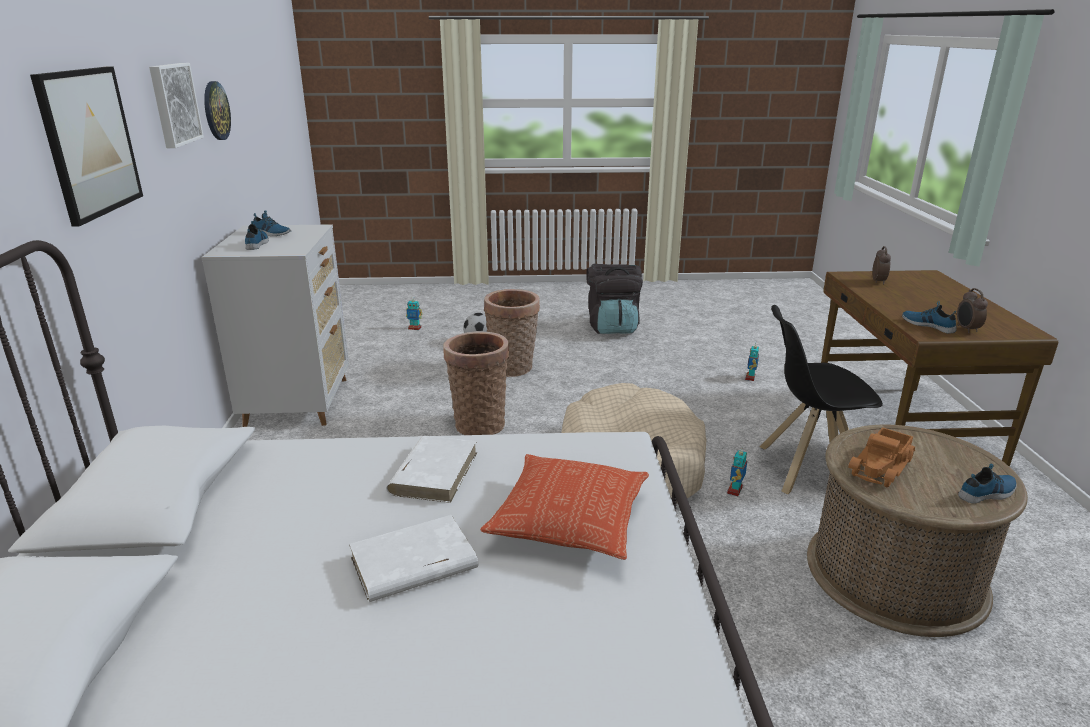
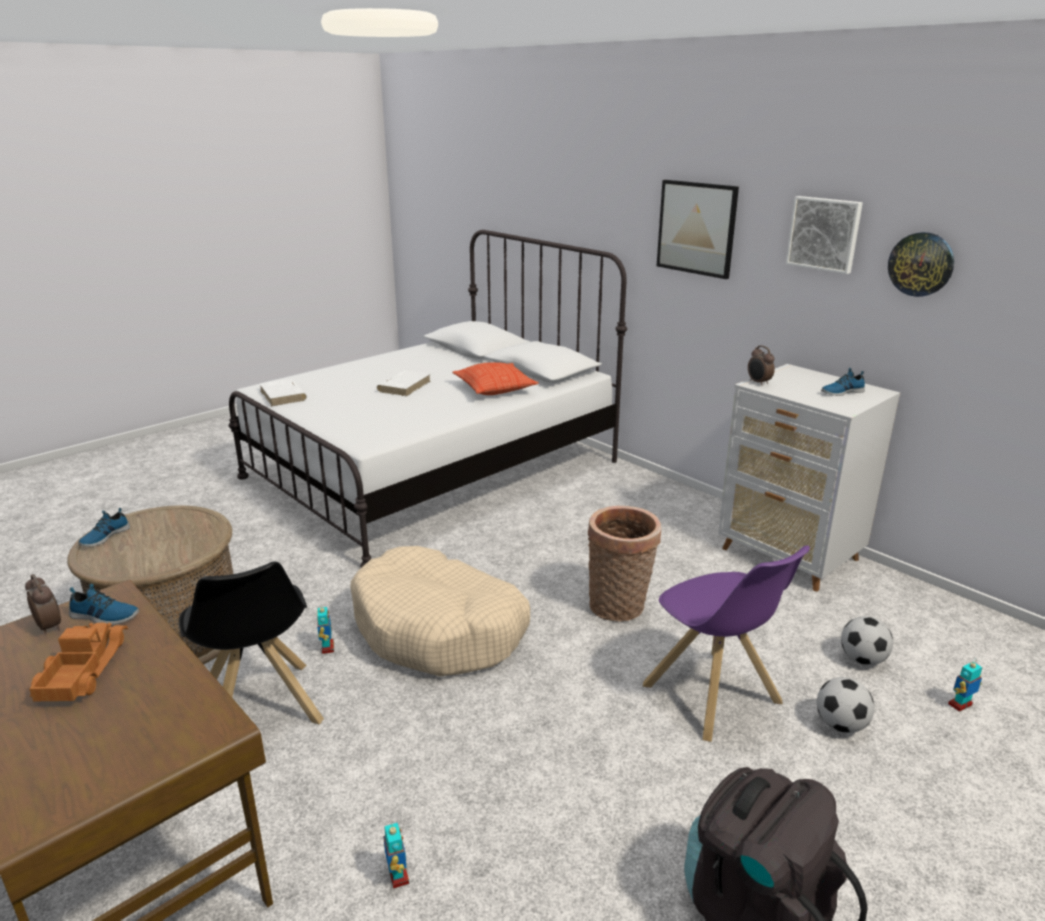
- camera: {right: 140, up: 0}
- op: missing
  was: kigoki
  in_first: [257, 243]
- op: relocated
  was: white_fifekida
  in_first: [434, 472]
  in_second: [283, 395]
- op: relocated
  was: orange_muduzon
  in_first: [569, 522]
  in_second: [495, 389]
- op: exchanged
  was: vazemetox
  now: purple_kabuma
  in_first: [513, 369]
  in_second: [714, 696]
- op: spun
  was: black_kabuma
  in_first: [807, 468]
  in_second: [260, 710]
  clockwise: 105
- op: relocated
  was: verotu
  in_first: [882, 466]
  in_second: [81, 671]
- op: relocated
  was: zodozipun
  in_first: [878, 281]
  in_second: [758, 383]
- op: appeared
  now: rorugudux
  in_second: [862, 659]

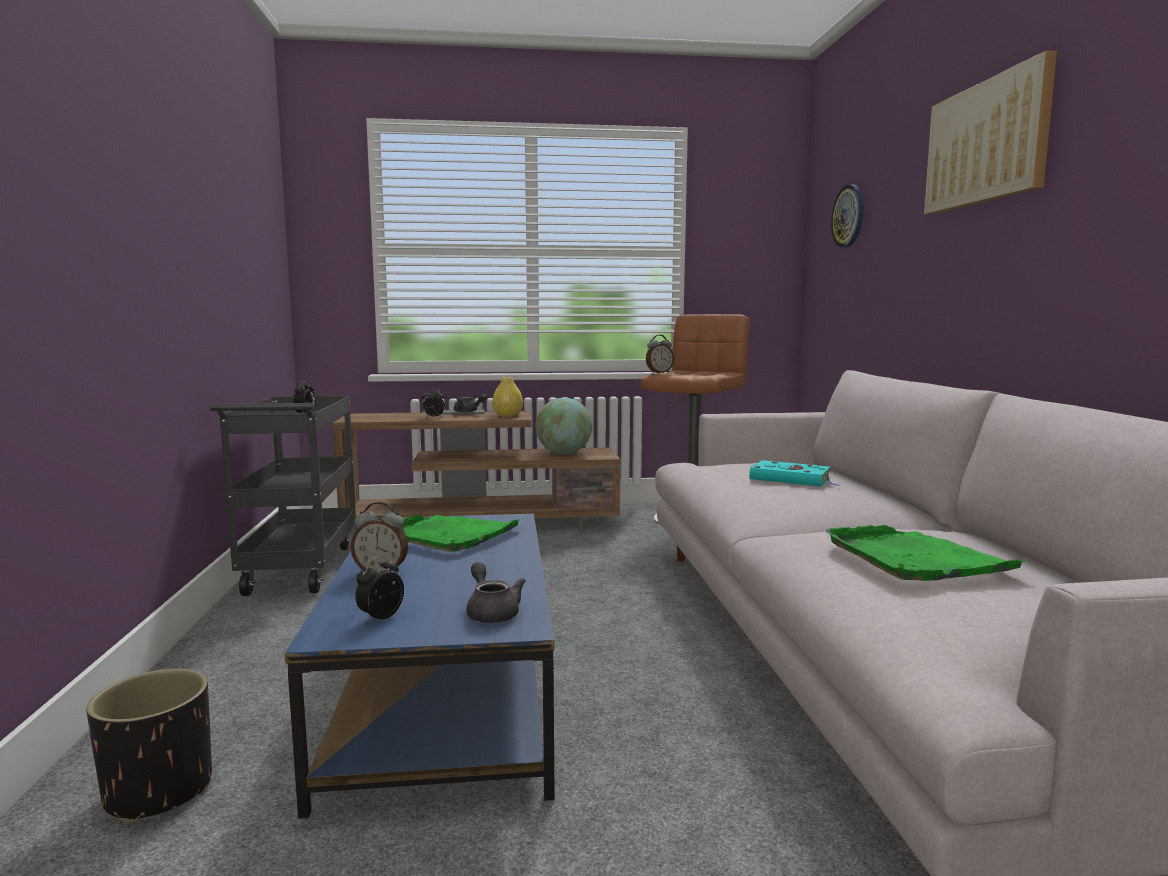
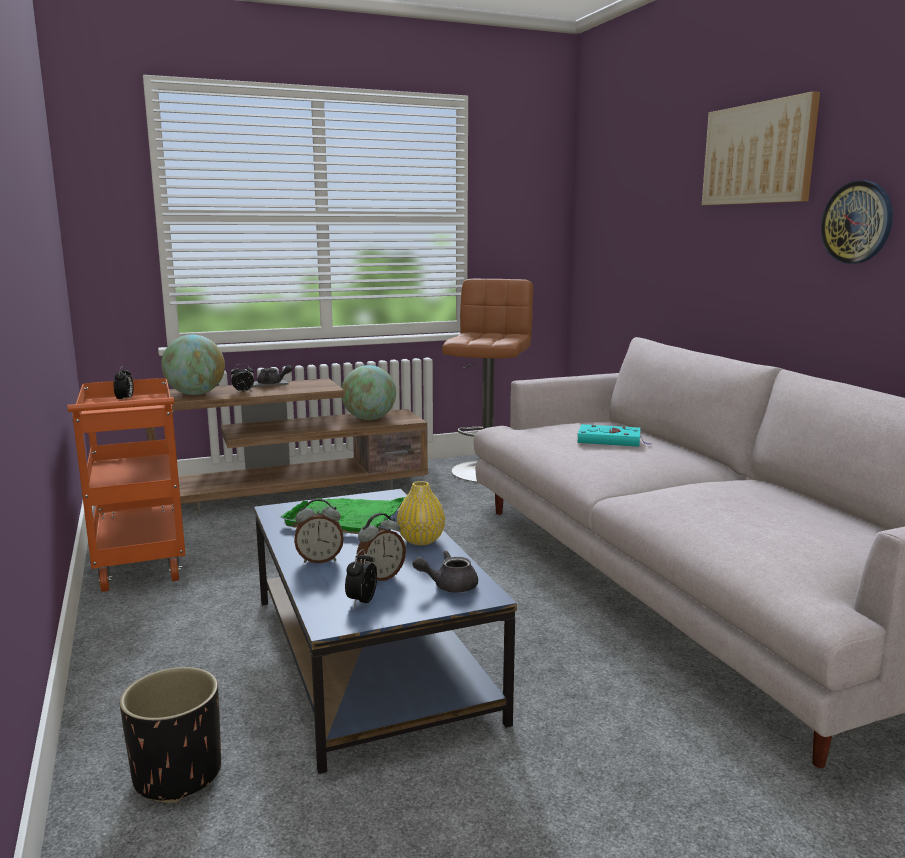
- camera: {right: -15, up: 5}
- op: colour
  was: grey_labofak
  now: orange_labofak
  in_first: [300, 571]
  in_second: [141, 560]
- op: spun
  was: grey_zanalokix
  in_first: [491, 612]
  in_second: [449, 586]
  clockwise: -60
- op: relocated
  was: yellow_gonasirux
  in_first: [507, 415]
  in_second: [421, 540]
- op: relocated
  was: zodozipun
  in_first: [659, 373]
  in_second: [380, 577]
- op: missing
  was: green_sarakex
  in_first: [915, 559]
- op: relocated
  was: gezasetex
  in_first: [848, 216]
  in_second: [857, 222]
- op: appeared
  now: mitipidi
  in_second: [196, 394]

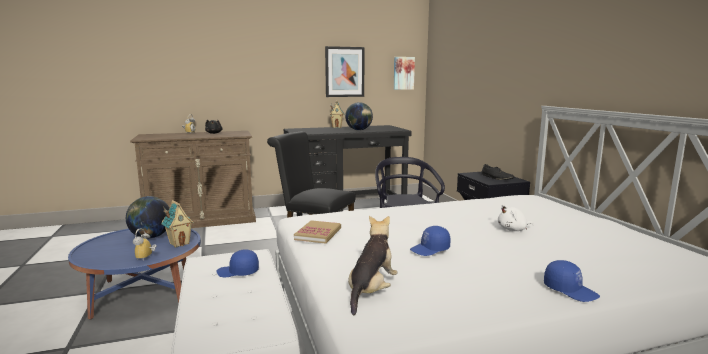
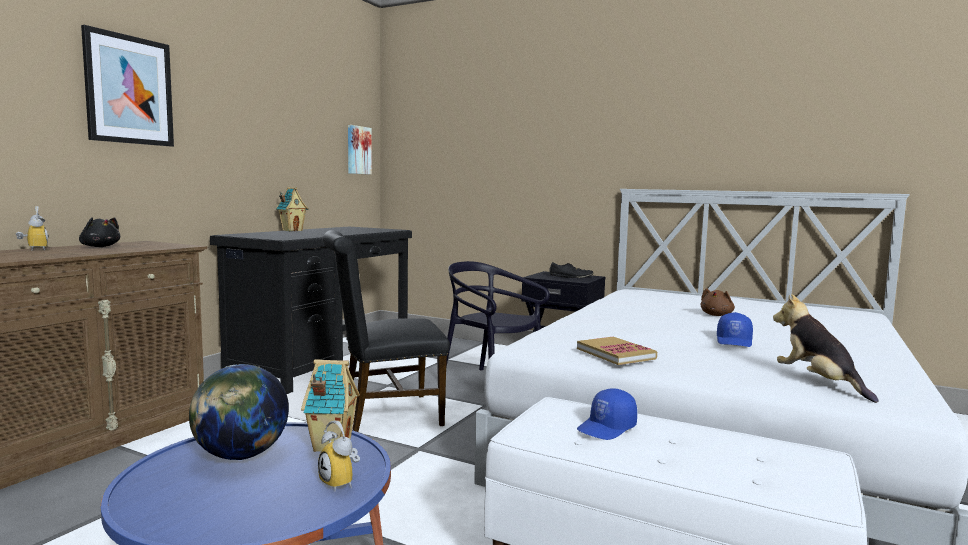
- camera: {right: -45, up: -5}
- op: relocated
  was: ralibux
  in_first: [344, 72]
  in_second: [129, 90]
- op: missing
  was: mitipidi
  in_first: [359, 130]
- op: colour
  was: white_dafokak
  now: brown_dafokak
  in_first: [513, 230]
  in_second: [716, 315]
- op: missing
  was: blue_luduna
  in_first: [570, 290]

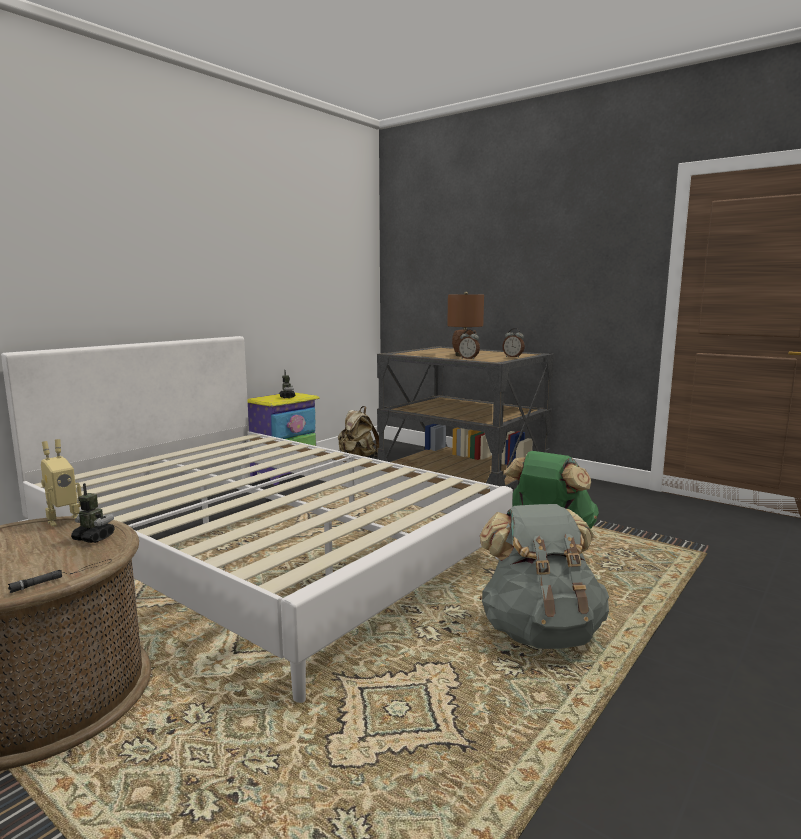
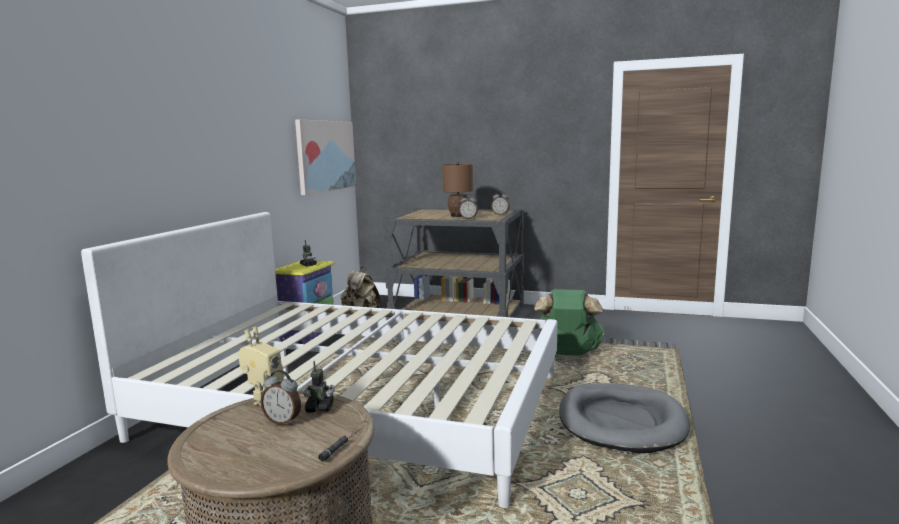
- camera: {right: -20, up: 0}
- op: exchanged
  was: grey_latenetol
  now: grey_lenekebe
  in_first: [540, 631]
  in_second: [621, 422]
- op: appeared
  now: zodozipun
  in_second: [283, 421]
- op: appeared
  now: ralibux
  in_second: [325, 156]

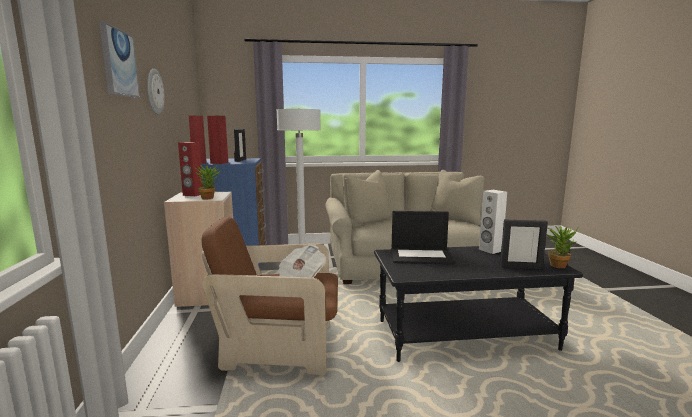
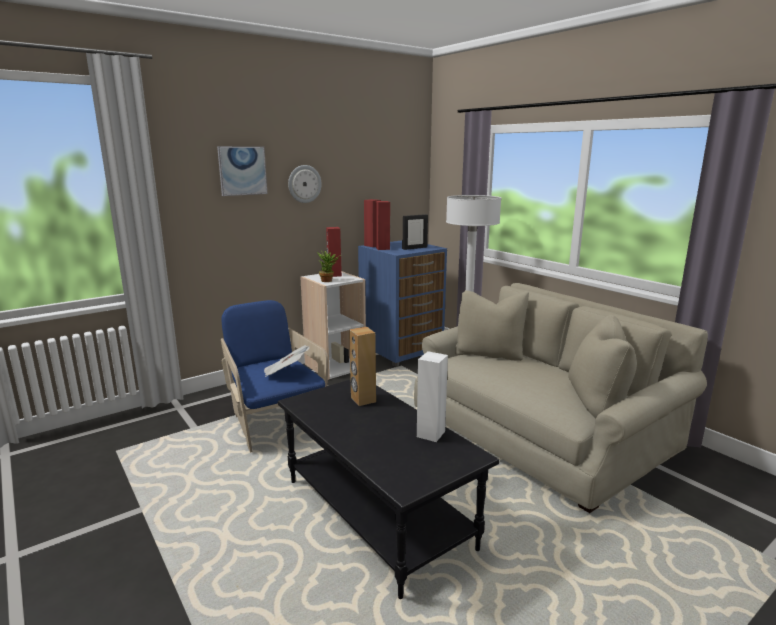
- camera: {right: 60, up: 5}
- op: colour
  was: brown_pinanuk
  now: blue_pinanuk
  in_first: [280, 349]
  in_second: [275, 423]
- op: exchanged
  was: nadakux
  now: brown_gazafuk
  in_first: [421, 256]
  in_second: [363, 400]
- op: missing
  was: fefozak
  in_first: [520, 267]
- op: missing
  was: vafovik
  in_first: [558, 265]

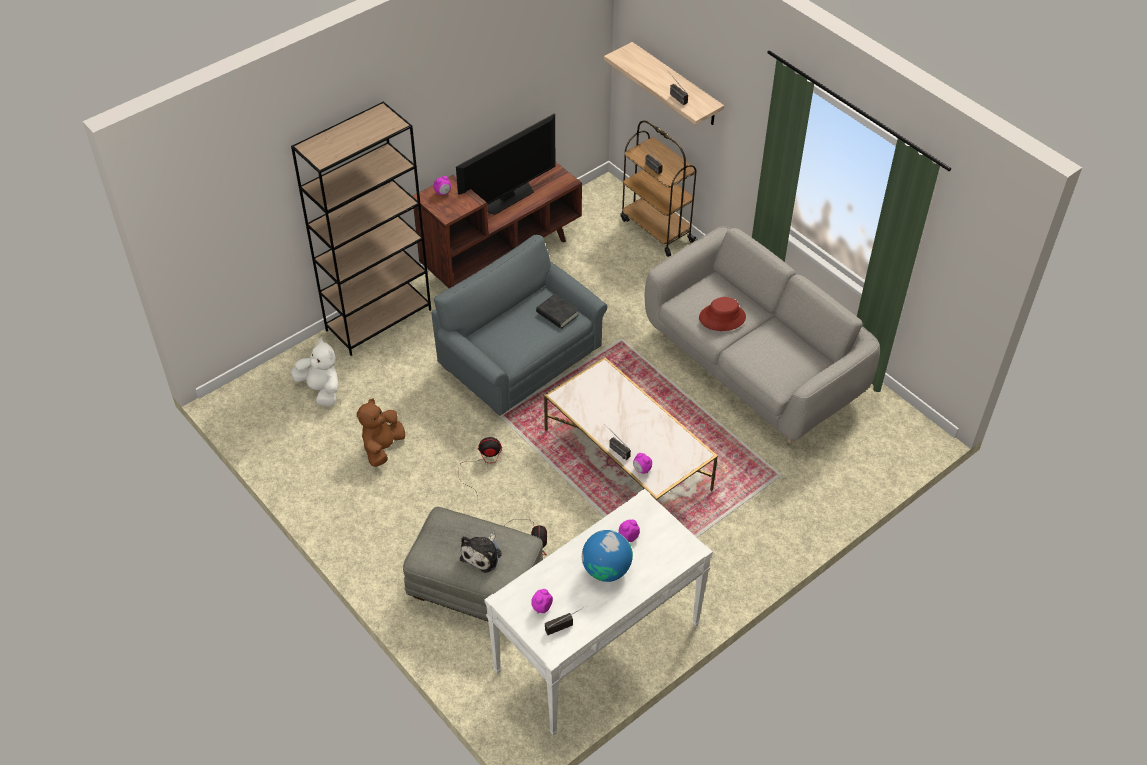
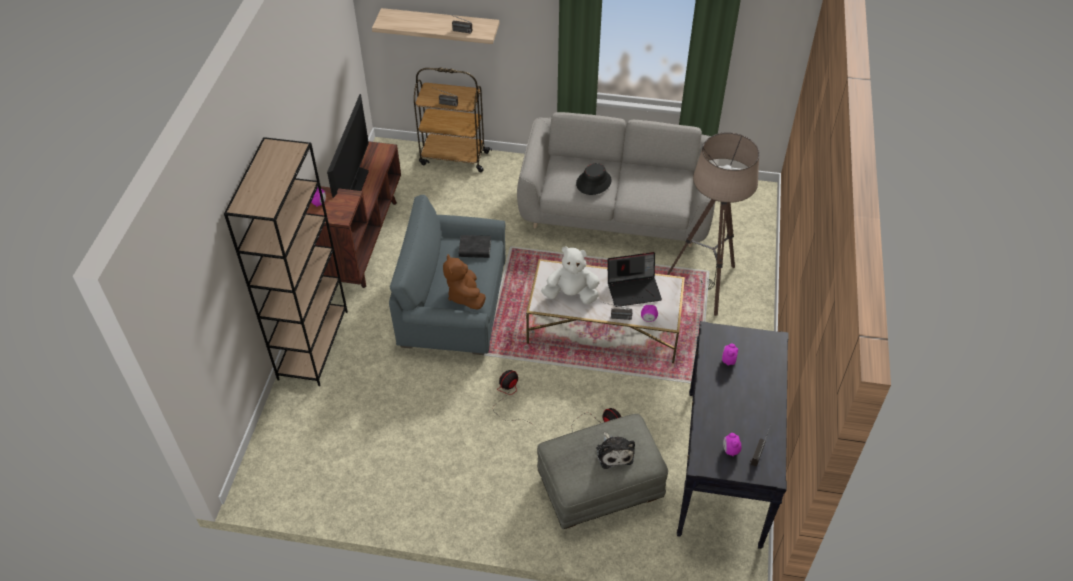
- camera: {right: -40, up: 0}
- op: relocated
  was: white_dafokak
  in_first: [321, 390]
  in_second: [571, 294]
- op: relocated
  was: brown_dafokak
  in_first: [382, 447]
  in_second: [465, 295]
- op: colour
  was: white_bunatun
  now: black_bunatun
  in_first: [597, 648]
  in_second: [723, 467]
- op: missing
  was: mitipidi
  in_first: [606, 569]
- op: colour
  was: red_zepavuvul
  now: black_zepavuvul
  in_first: [722, 317]
  in_second: [593, 182]
- op: appeared
  now: nadakux
  in_second: [634, 289]
- op: appeared
  now: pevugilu
  in_second: [705, 285]

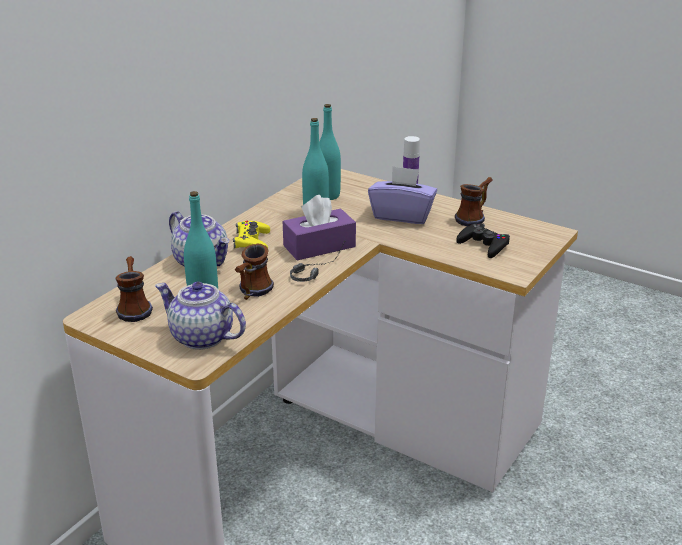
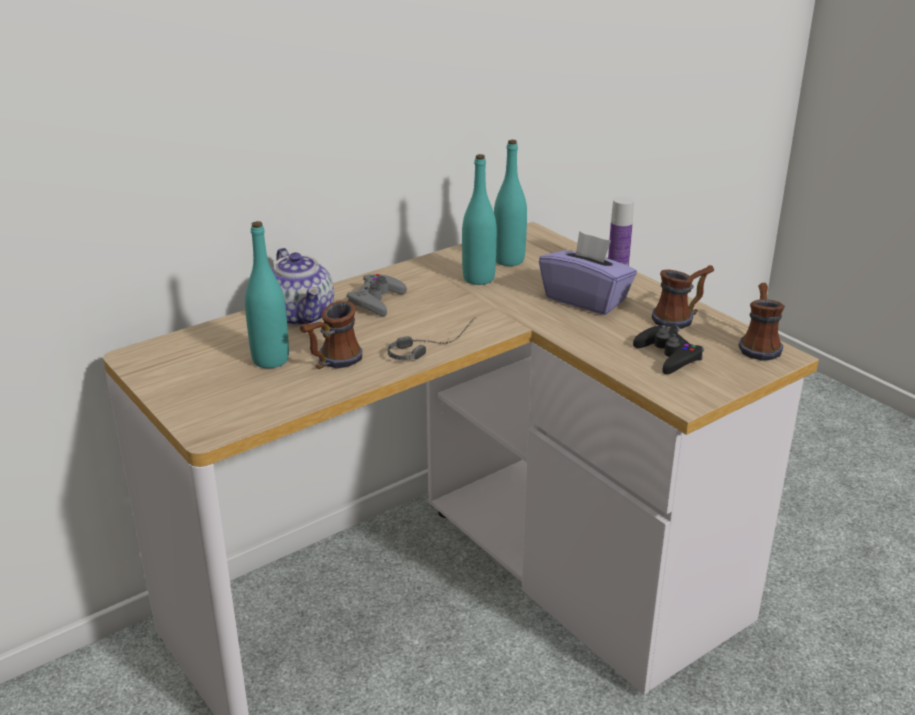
- camera: {right: 20, up: 0}
- op: relocated
  was: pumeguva
  in_first: [134, 307]
  in_second: [759, 344]
- op: missing
  was: zanalokix
  in_first: [201, 337]
- op: colour
  was: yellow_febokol
  now: grey_febokol
  in_first: [252, 242]
  in_second: [376, 301]
- op: missing
  was: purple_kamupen
  in_first: [319, 246]

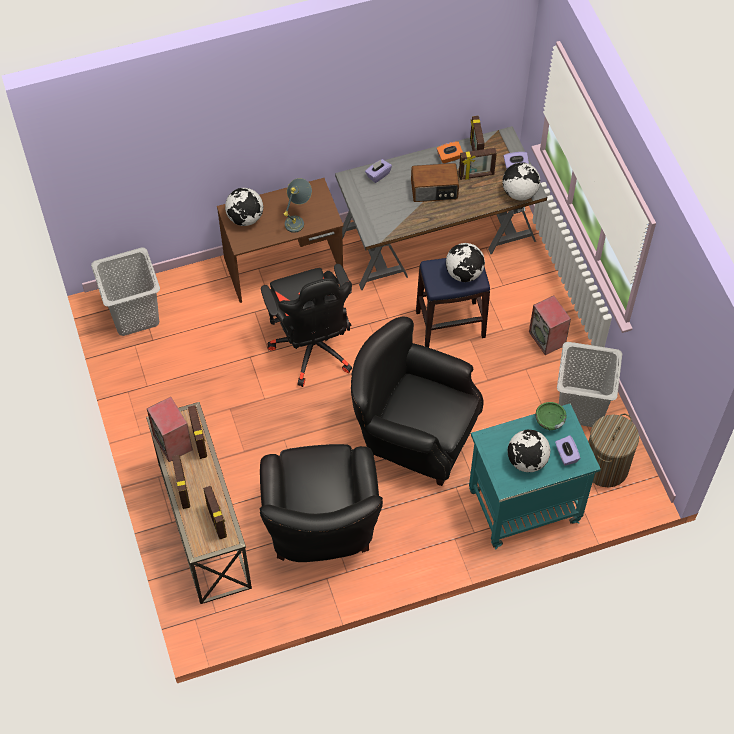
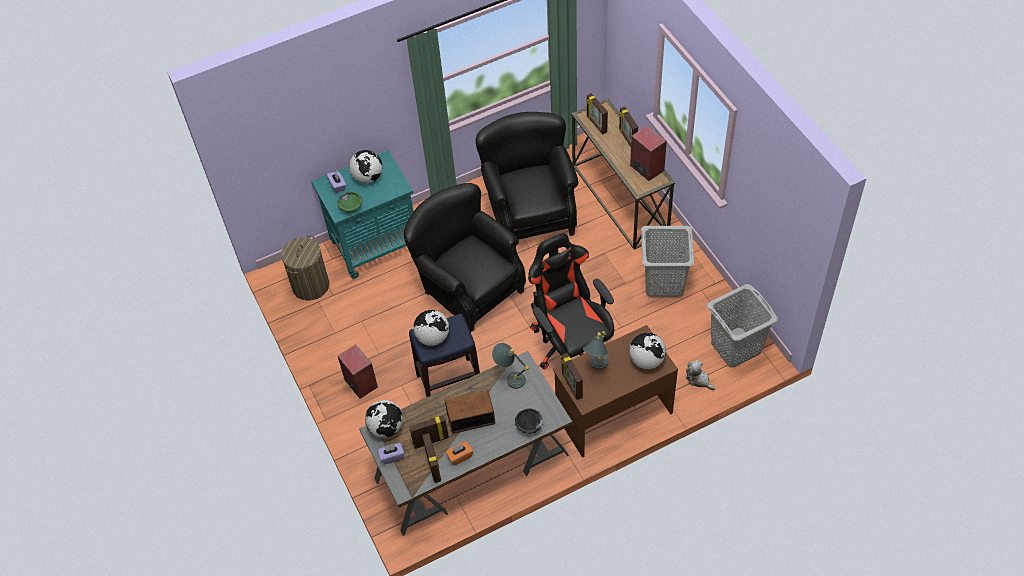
- camera: {right: 175, up: -5}
- op: relocated
  was: fefozak
  in_first: [200, 441]
  in_second: [571, 386]
- op: spun
  was: black_pinanuk
  in_first: [413, 433]
  in_second: [469, 287]
  clockwise: -150
- op: exchanged
  was: purple_kamupen
  now: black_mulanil
  in_first: [378, 175]
  in_second: [529, 425]
- op: relocated
  was: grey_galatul
  in_first: [581, 407]
  in_second: [663, 282]
- op: appeared
  now: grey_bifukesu
  in_second: [510, 377]
- op: appeared
  now: dafokak
  in_second: [698, 380]

